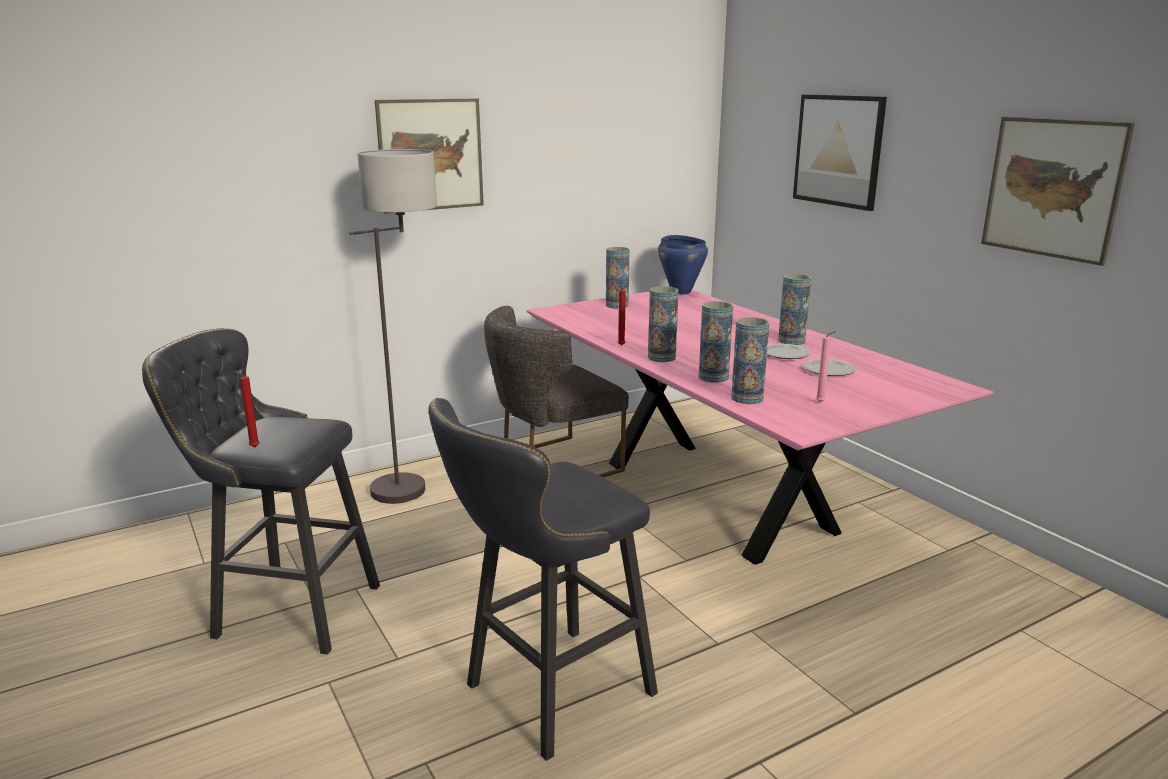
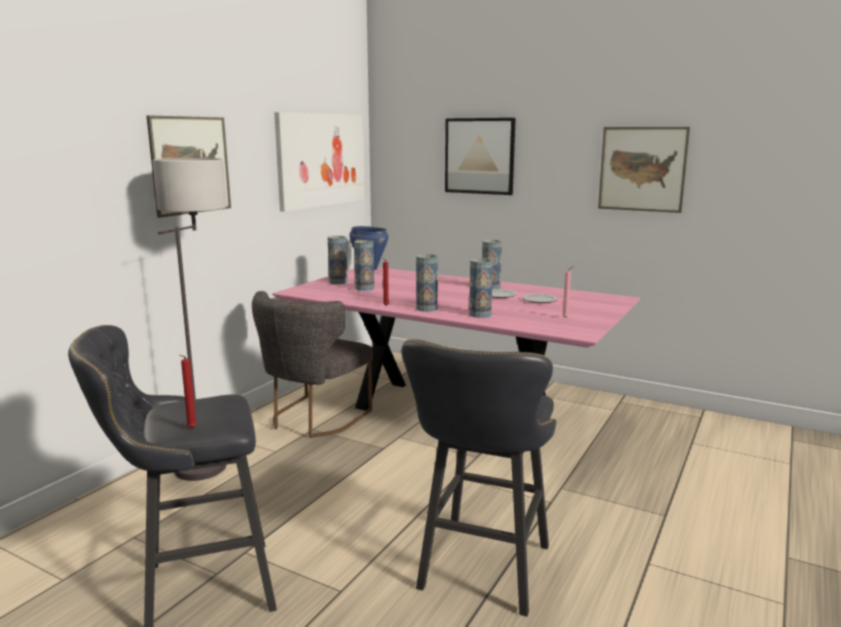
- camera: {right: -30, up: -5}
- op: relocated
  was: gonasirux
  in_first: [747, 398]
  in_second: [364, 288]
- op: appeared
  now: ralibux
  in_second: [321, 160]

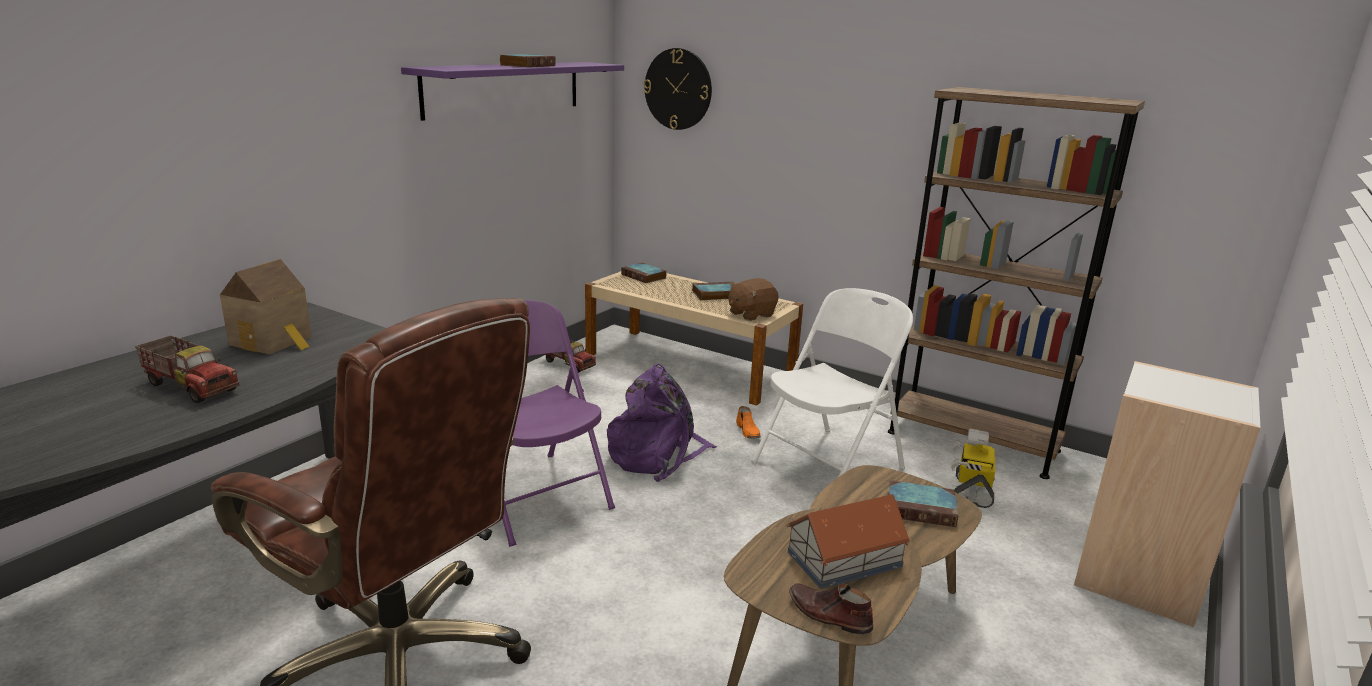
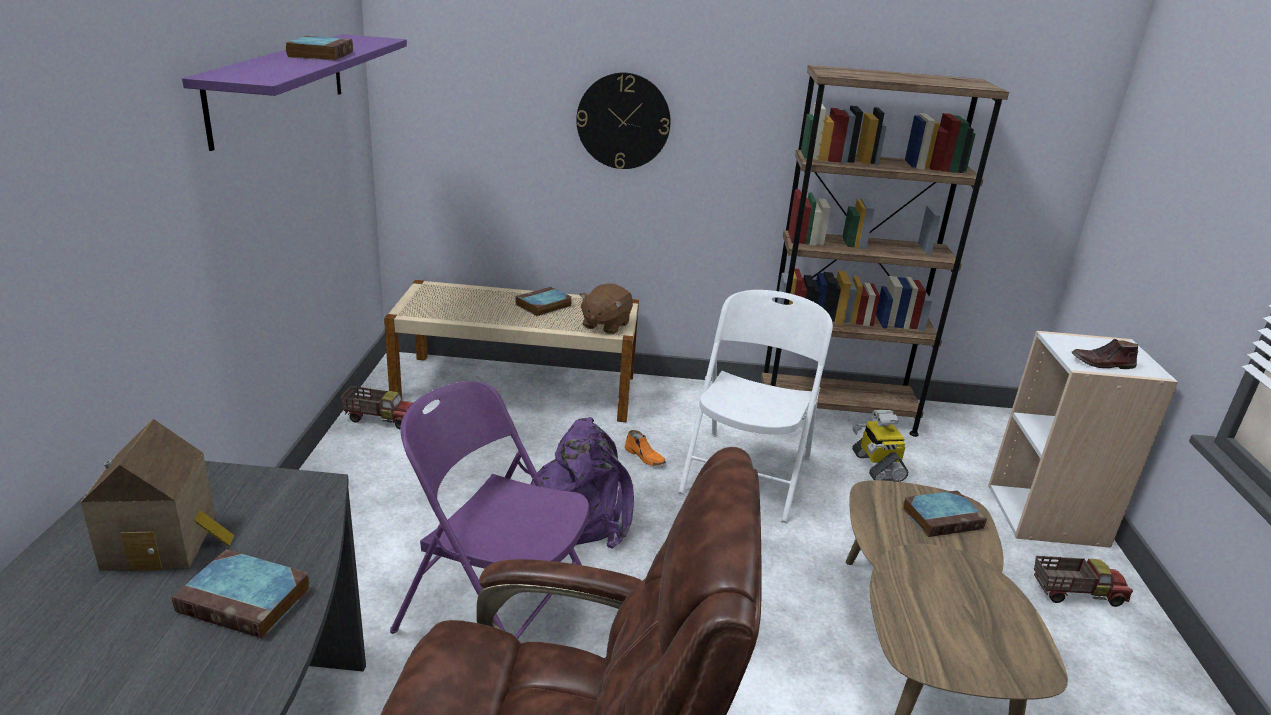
- camera: {right: -30, up: 5}
- op: relocated
  was: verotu
  in_first: [192, 386]
  in_second: [1075, 593]
- op: relocated
  was: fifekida
  in_first: [644, 276]
  in_second: [247, 600]
- op: relocated
  was: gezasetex
  in_first: [678, 89]
  in_second: [623, 121]
- op: missing
  was: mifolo
  in_first: [846, 559]
- op: relocated
  was: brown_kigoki
  in_first: [828, 615]
  in_second: [1102, 364]

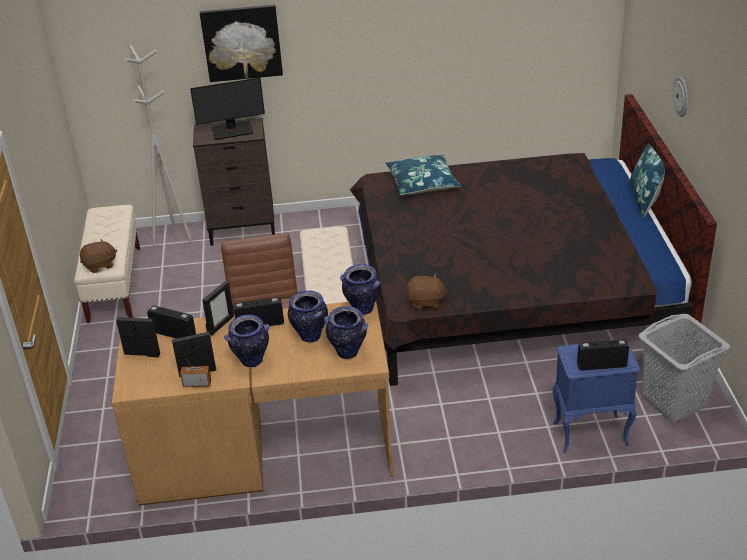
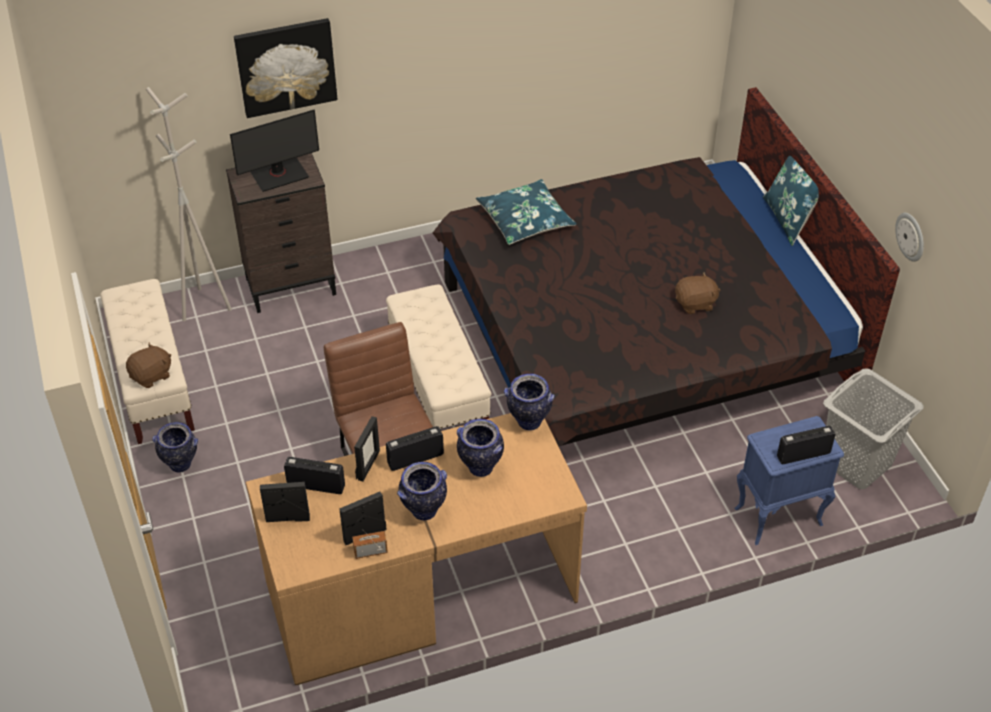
- camera: {right: -15, up: 10}
- op: relocated
  was: gonasirux
  in_first: [348, 352]
  in_second: [181, 465]
- op: relocated
  was: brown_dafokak
  in_first: [425, 302]
  in_second: [695, 304]
- op: relocated
  was: gezasetex
  in_first: [682, 96]
  in_second: [911, 236]

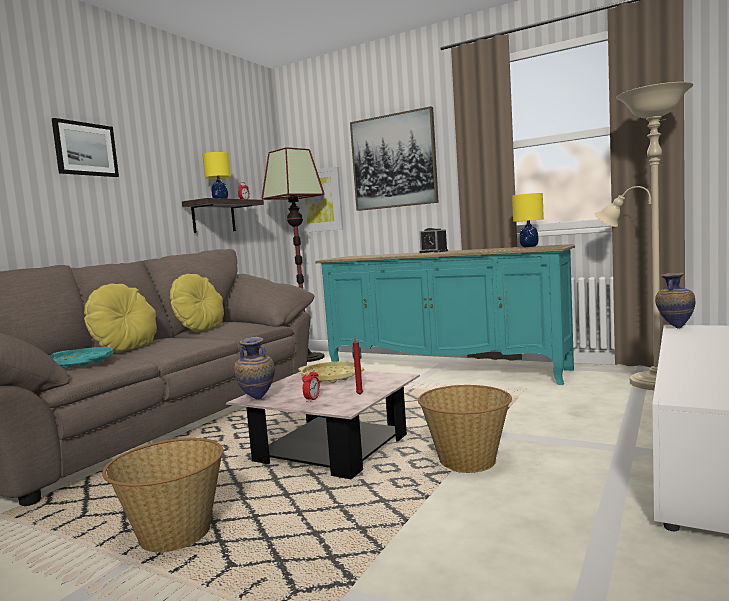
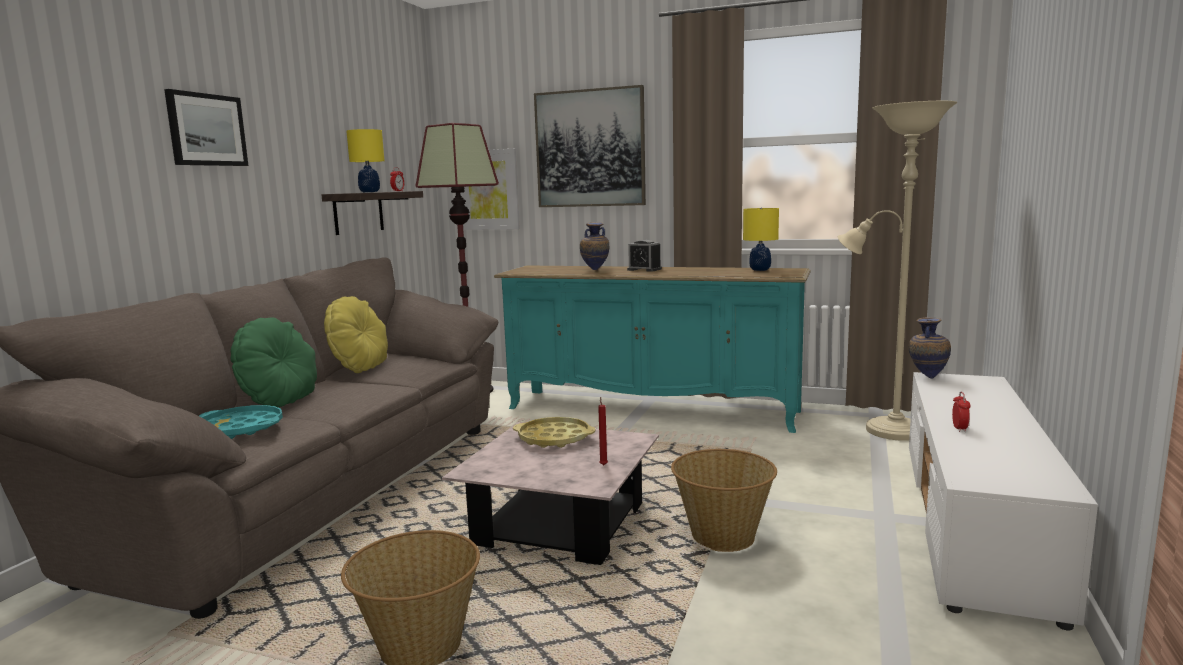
- camera: {right: -10, up: 5}
- op: colour
  was: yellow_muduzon
  now: green_muduzon
  in_first: [125, 350]
  in_second: [280, 403]
- op: relocated
  was: gonasirux
  in_first: [257, 400]
  in_second: [595, 270]
- op: relocated
  was: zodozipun
  in_first: [312, 399]
  in_second: [959, 428]

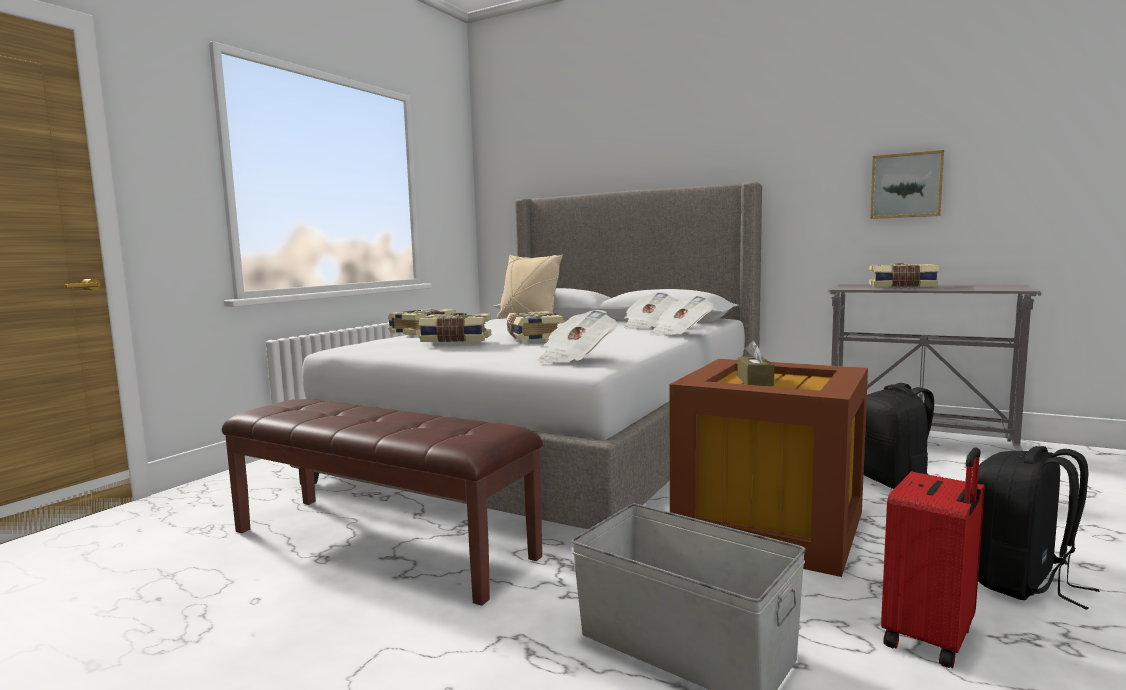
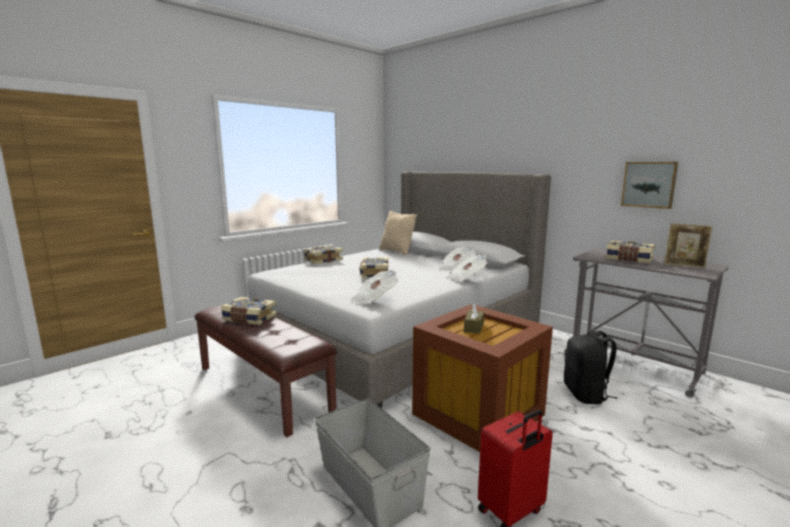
- camera: {right: 15, up: 5}
- op: relocated
  was: fifekida
  in_first: [456, 340]
  in_second: [249, 319]
- op: missing
  was: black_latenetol
  in_first: [1021, 583]
- op: appeared
  now: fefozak
  in_second: [684, 265]

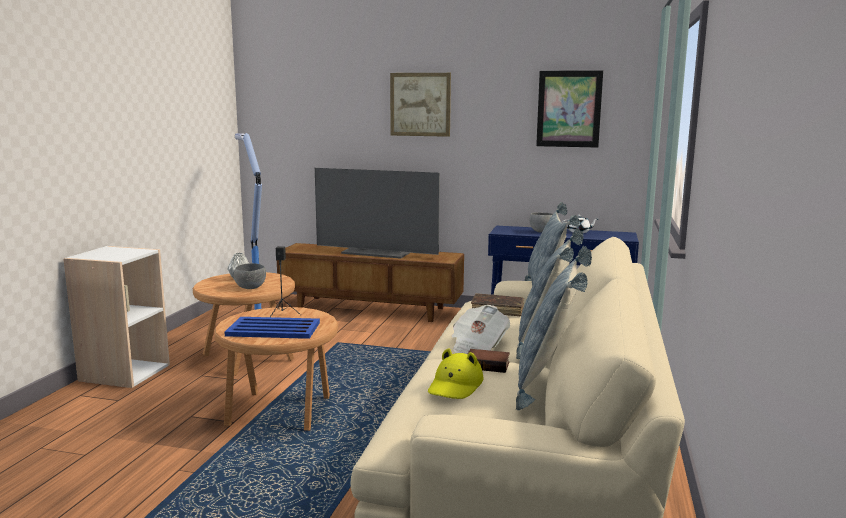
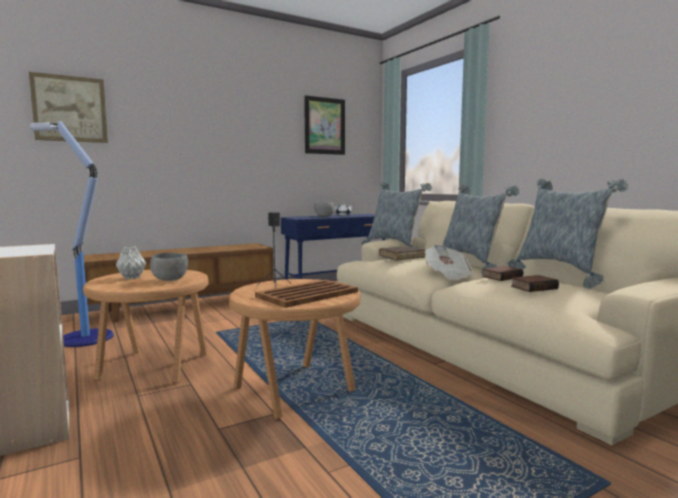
- camera: {right: -45, up: -5}
- op: colour
  was: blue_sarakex
  now: brown_sarakex
  in_first: [274, 329]
  in_second: [308, 294]
- op: missing
  was: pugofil
  in_first: [377, 252]
- op: relocated
  was: ralibux
  in_first: [420, 104]
  in_second: [70, 109]
- op: exchanged
  was: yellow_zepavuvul
  now: fifekida
  in_first: [455, 386]
  in_second: [533, 287]

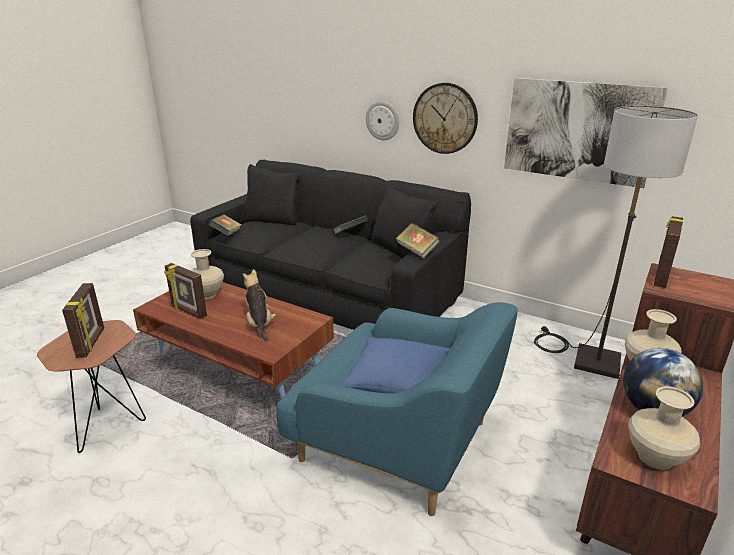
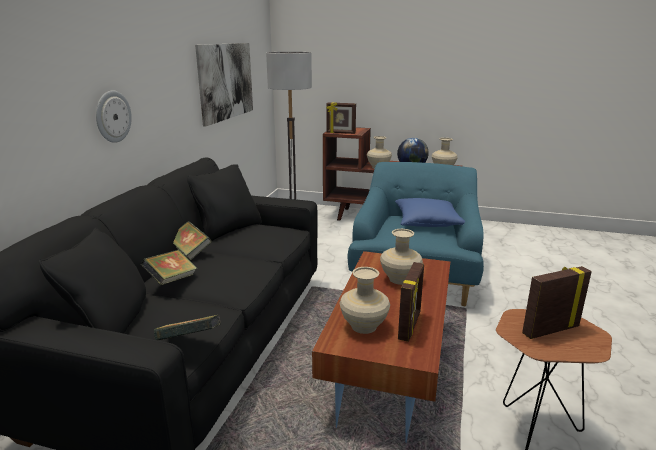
- camera: {right: -105, up: -5}
- op: exchanged
  was: dafokak
  now: beige_gonasirux
  in_first: [259, 324]
  in_second: [400, 279]
- op: relocated
  was: fifekida
  in_first: [417, 251]
  in_second: [171, 280]
- op: missing
  was: gezasetex
  in_first: [445, 118]

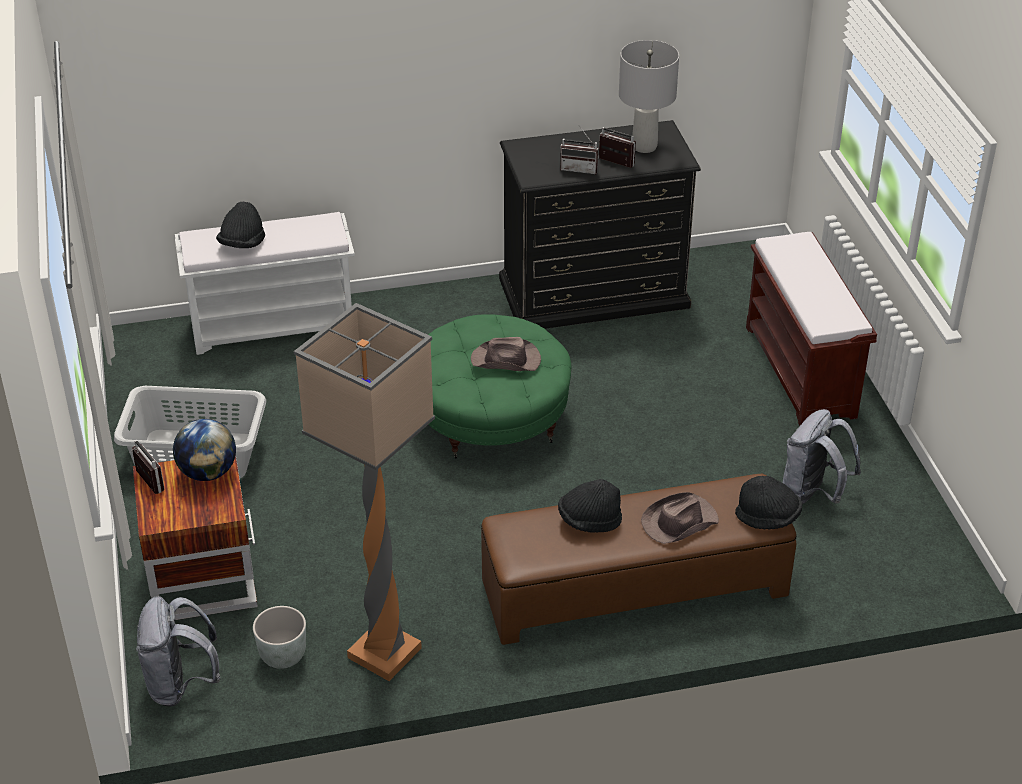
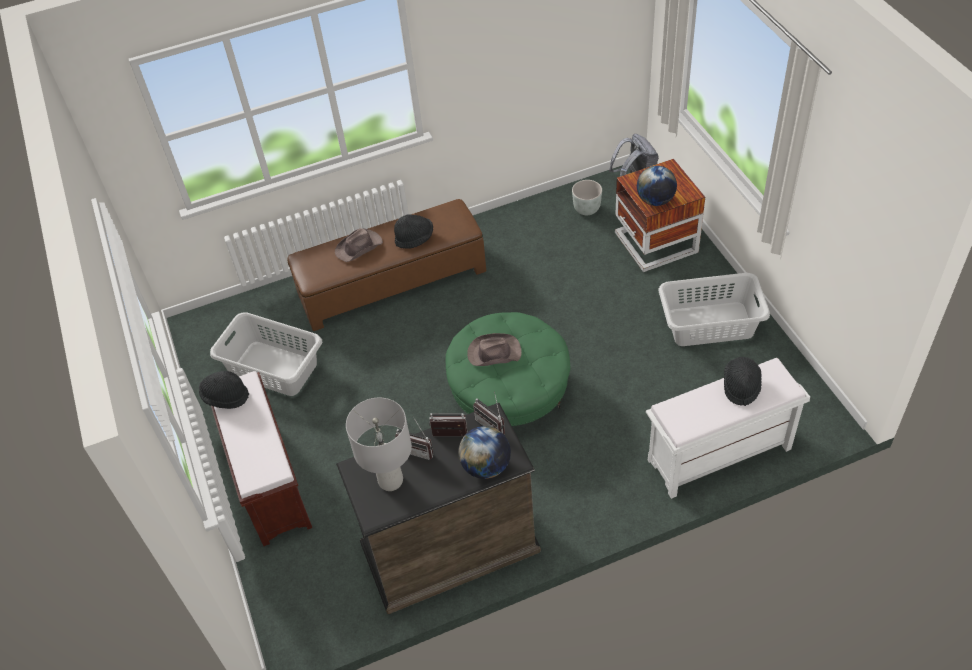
- camera: {right: 175, up: 10}
- op: relocated
  was: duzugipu
  in_first: [145, 483]
  in_second: [493, 424]
- op: missing
  was: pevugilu
  in_first: [382, 653]
- op: relocated
  was: black_zepavuvul
  in_first: [768, 518]
  in_second: [226, 397]
- op: exchanged
  was: grey_latenetol
  now: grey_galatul
  in_first: [813, 494]
  in_second: [273, 368]
- op: appeared
  now: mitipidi
  in_second: [486, 466]

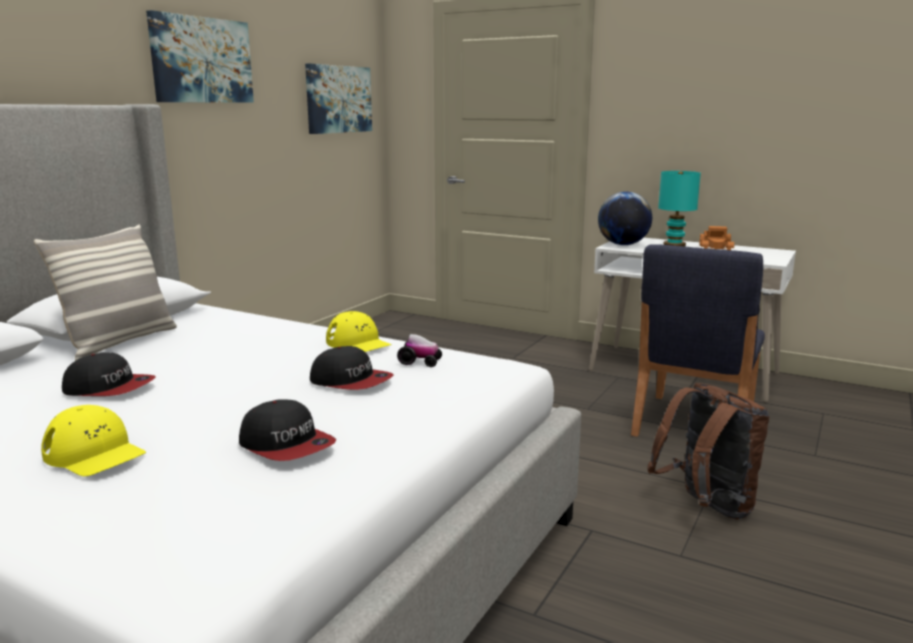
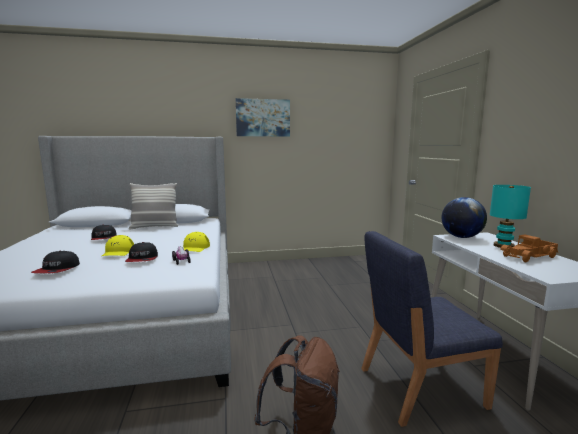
- camera: {right: 50, up: -5}
- op: relocated
  was: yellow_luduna
  in_first: [94, 453]
  in_second: [118, 252]
- op: missing
  was: ralibux
  in_first: [338, 99]

